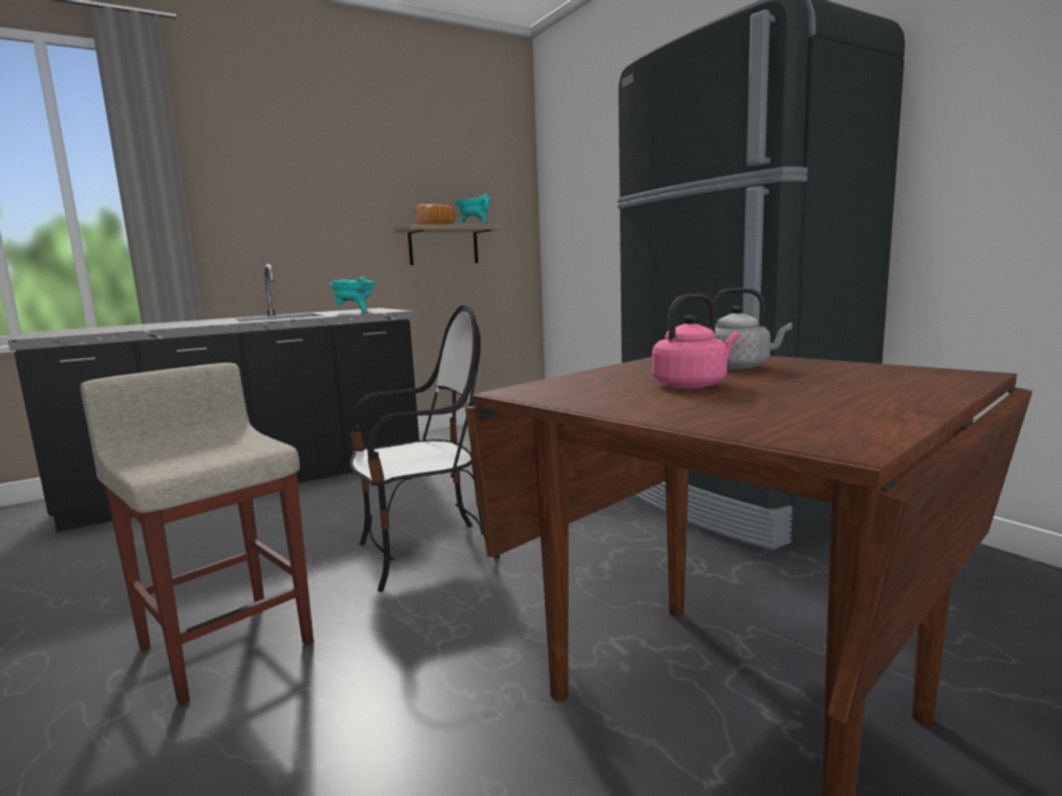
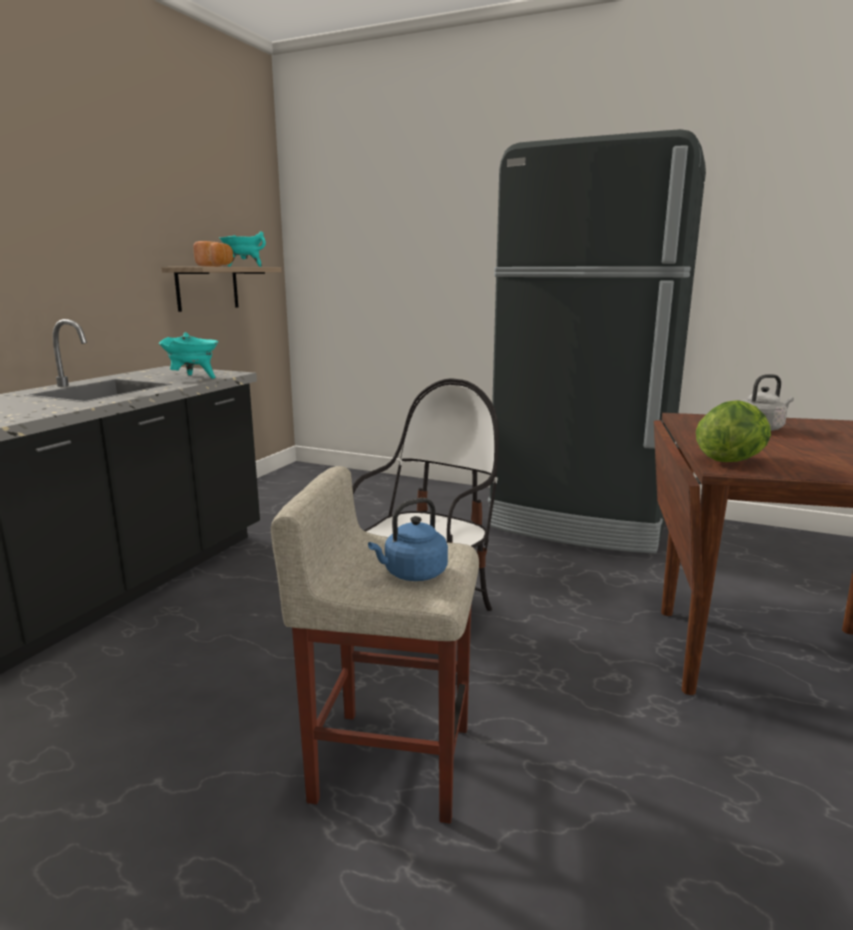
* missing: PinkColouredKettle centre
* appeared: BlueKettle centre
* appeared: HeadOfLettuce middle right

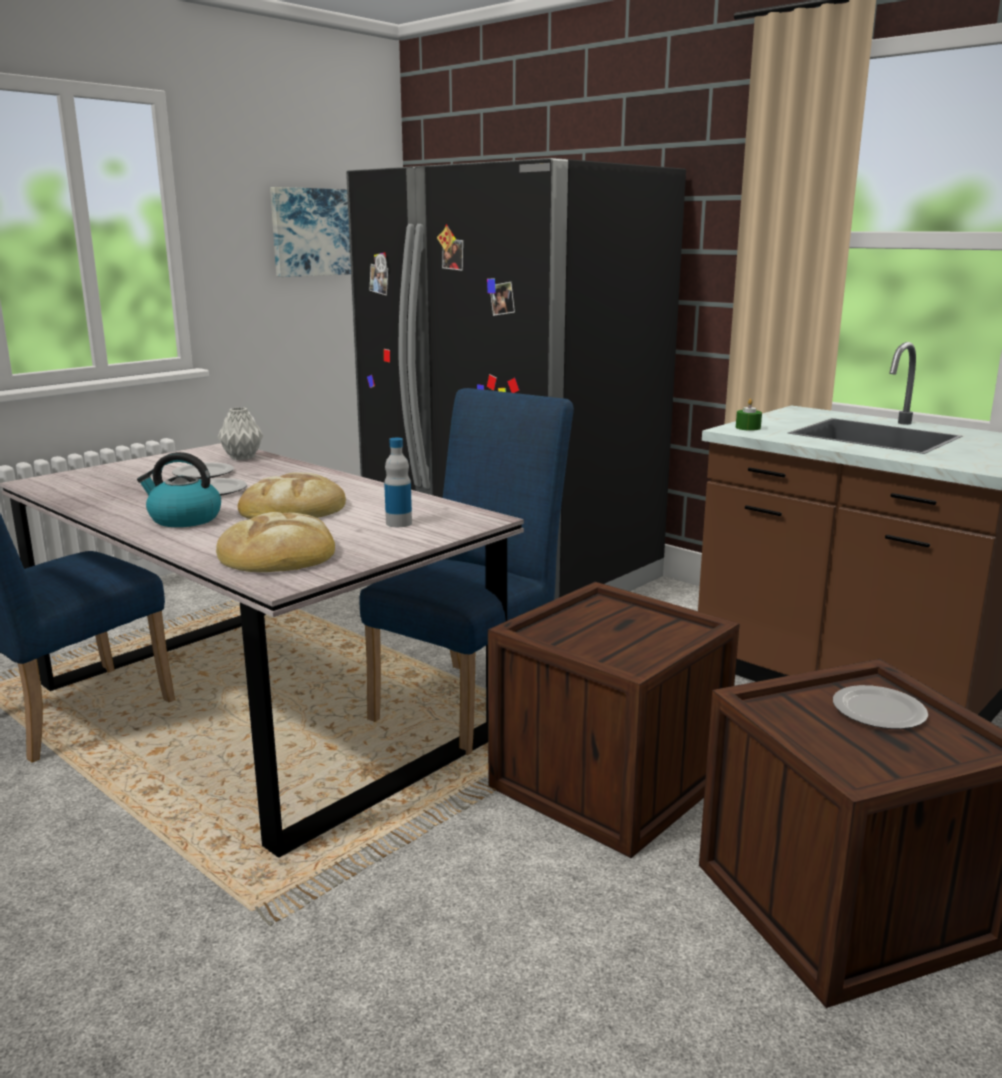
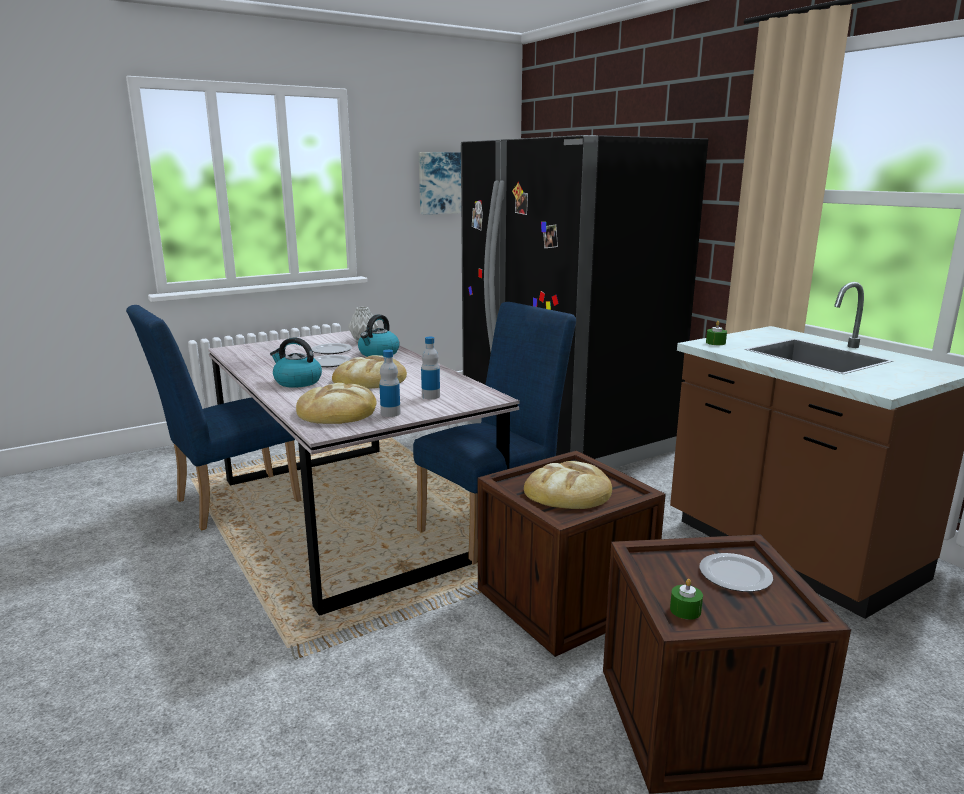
* appeared: Kettle (no. 2 from left) centre
* appeared: Bottle (no. 1 from left) centre
* appeared: Bread (no. 3 from left) centre
* appeared: GreenishWaxCandle (no. 1 from left) bottom right

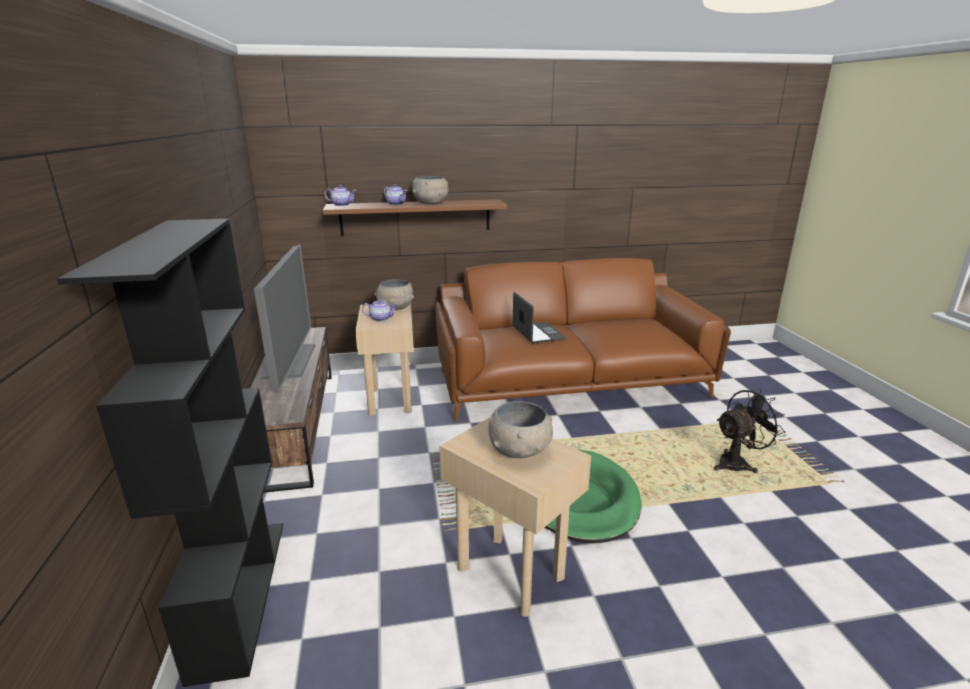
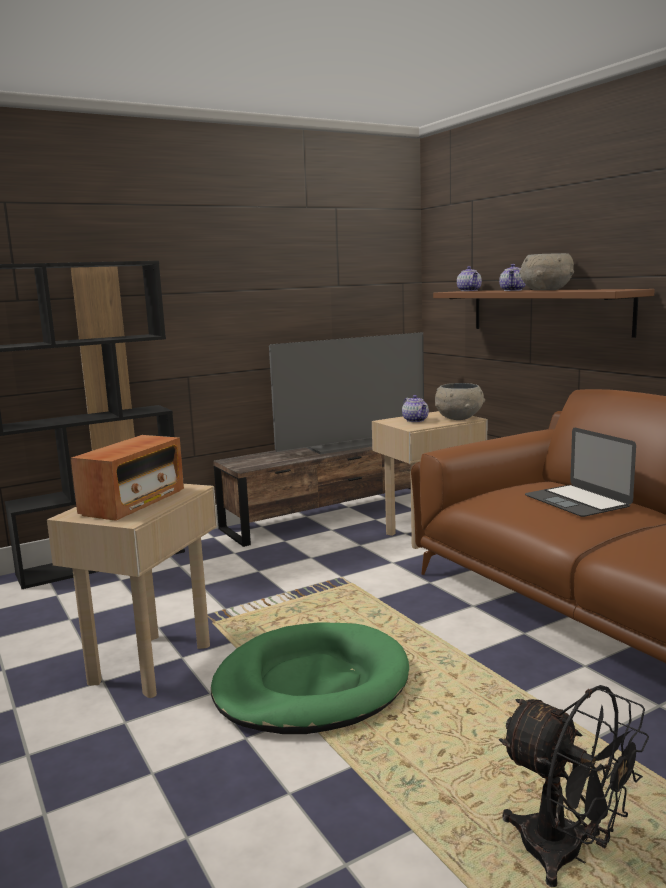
* exchanged: GreyishServingBowl (no. 3 from left) centre to RadioSet middle left
* spun: NotebookComputer centre = middle right 105 degrees clockwise

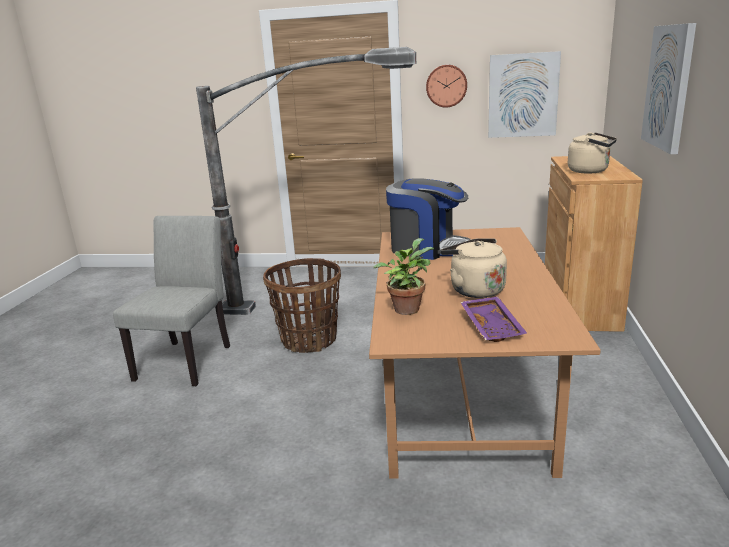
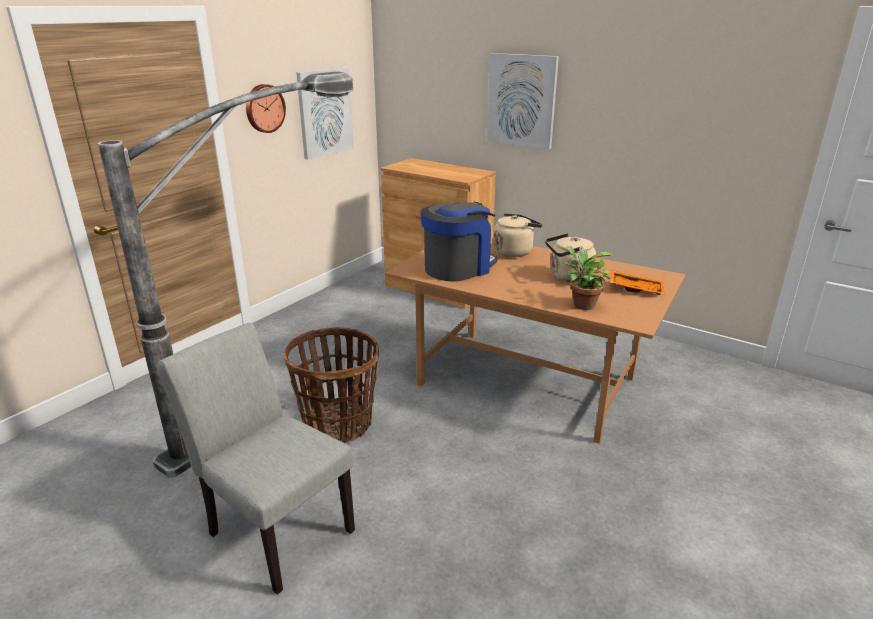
* colour: PurpleColouredTray middle right to OrangeTray middle right
* relocated: BeigeKettle (no. 2 from left in the first image) top right to BeigeKettle (no. 1 from left) centre

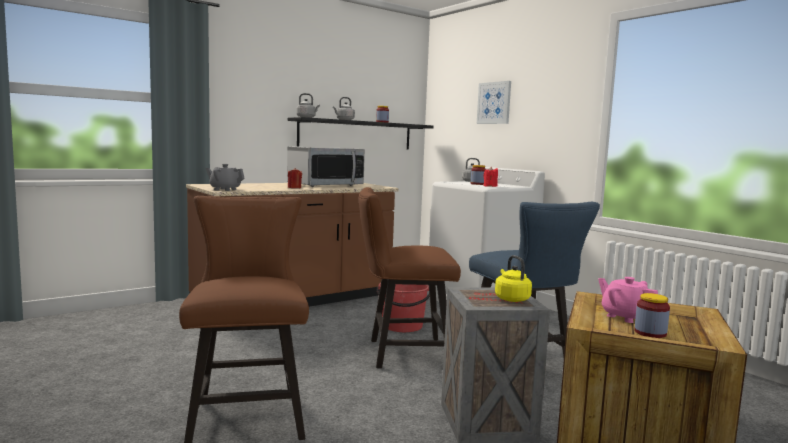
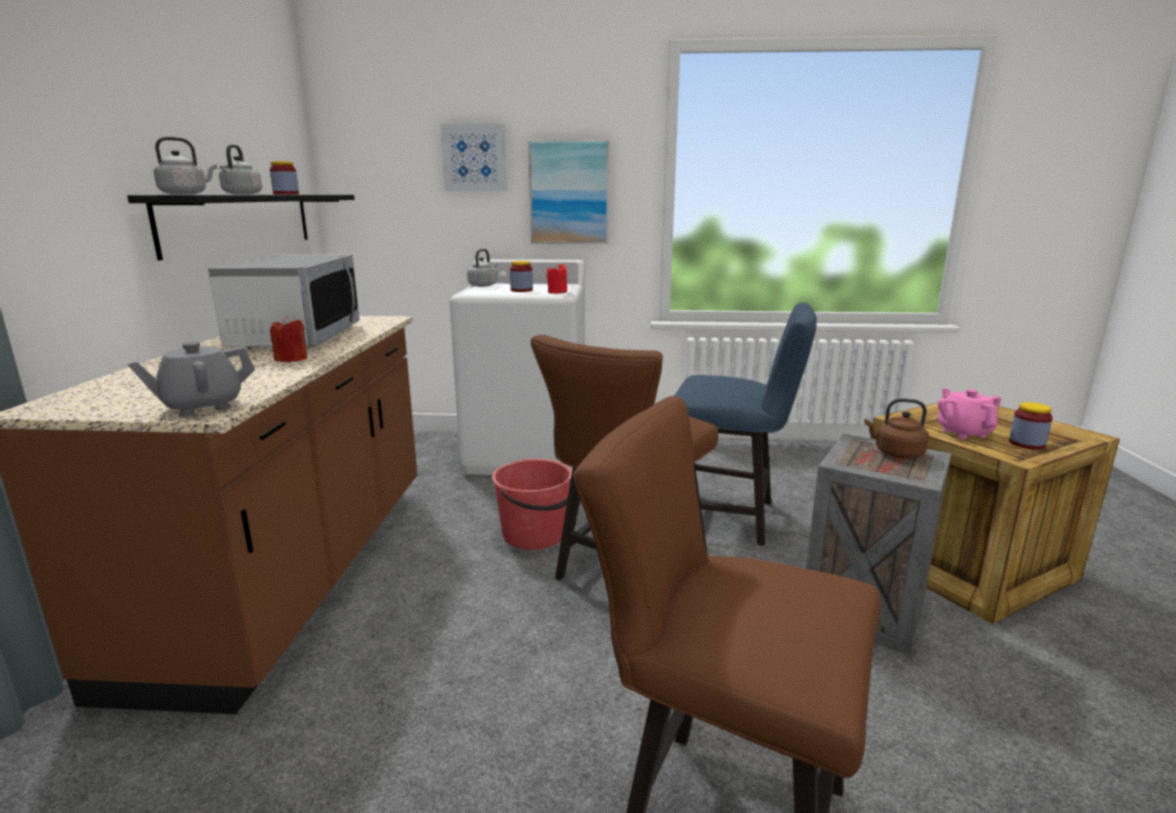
* colour: YellowColouredKettle centre to BrownKettle middle right
* spun: PinkColouredTeapot bottom right = middle right 75 degrees clockwise
* appeared: WallPicture (no. 2 from left) top centre

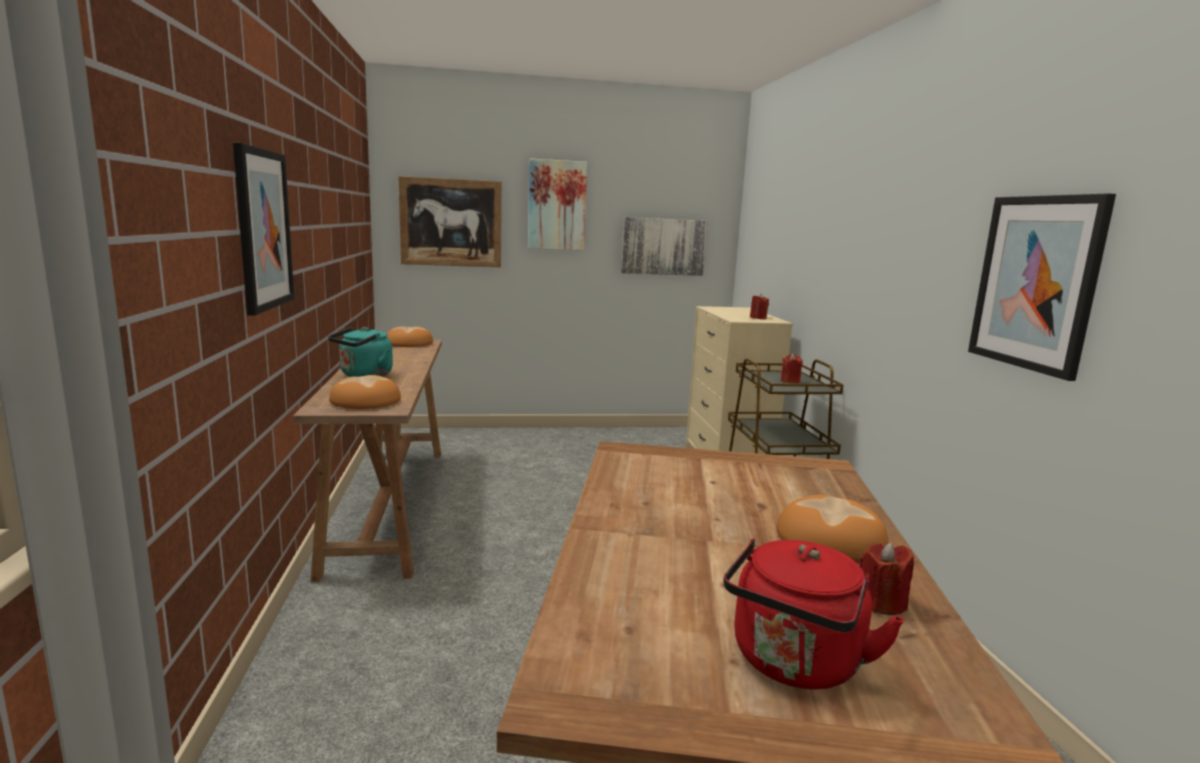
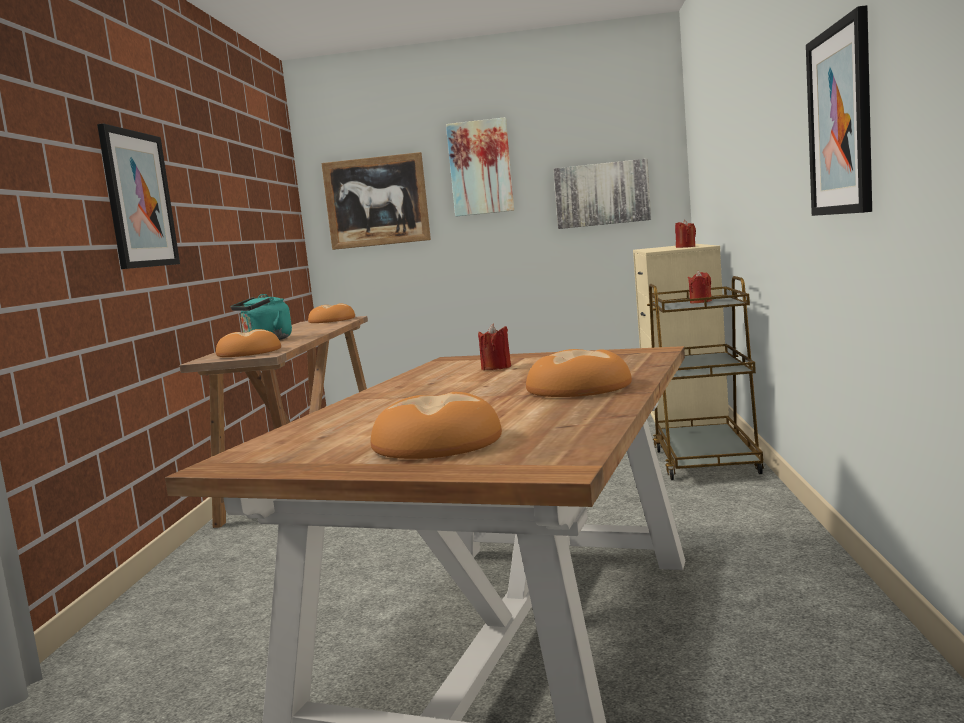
* exchanged: ReddishKettle bottom right to Bread (no. 3 from left) centre
* relocated: ReddishWaxCandle (no. 3 from left in the first image) bottom right to ReddishWaxCandle (no. 1 from left) centre

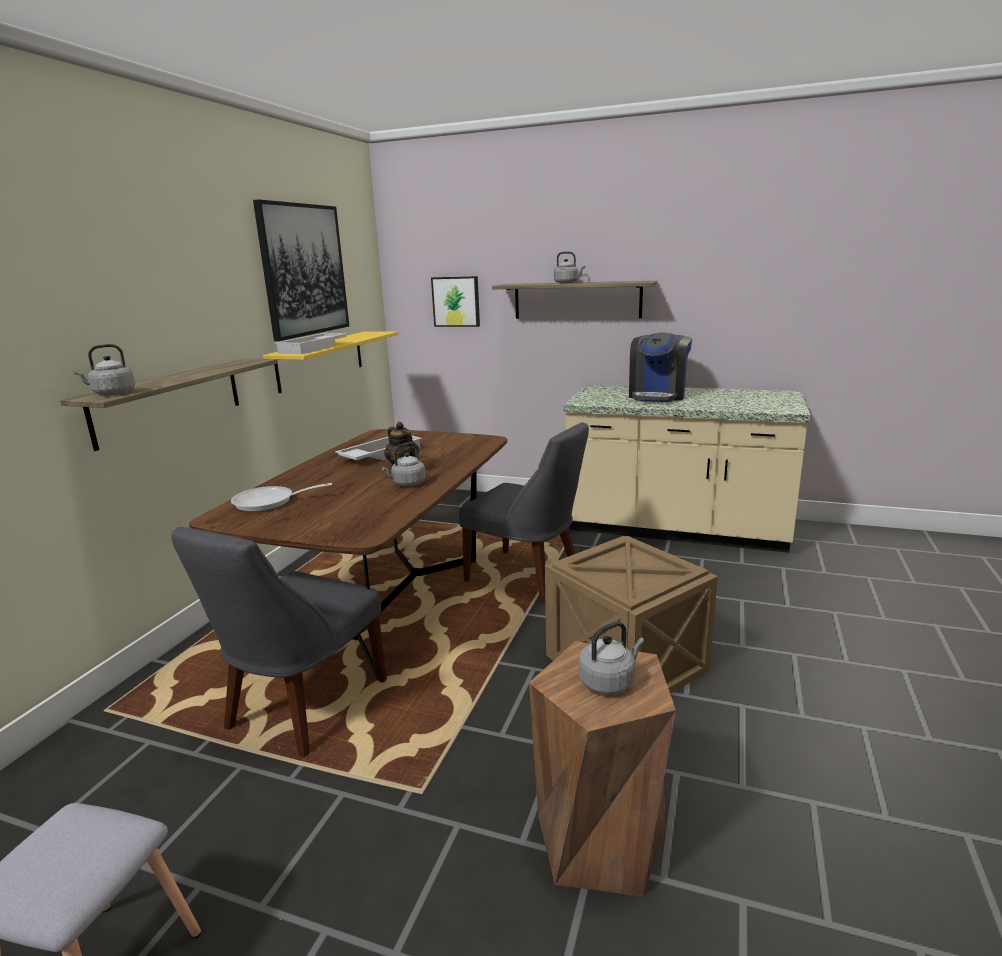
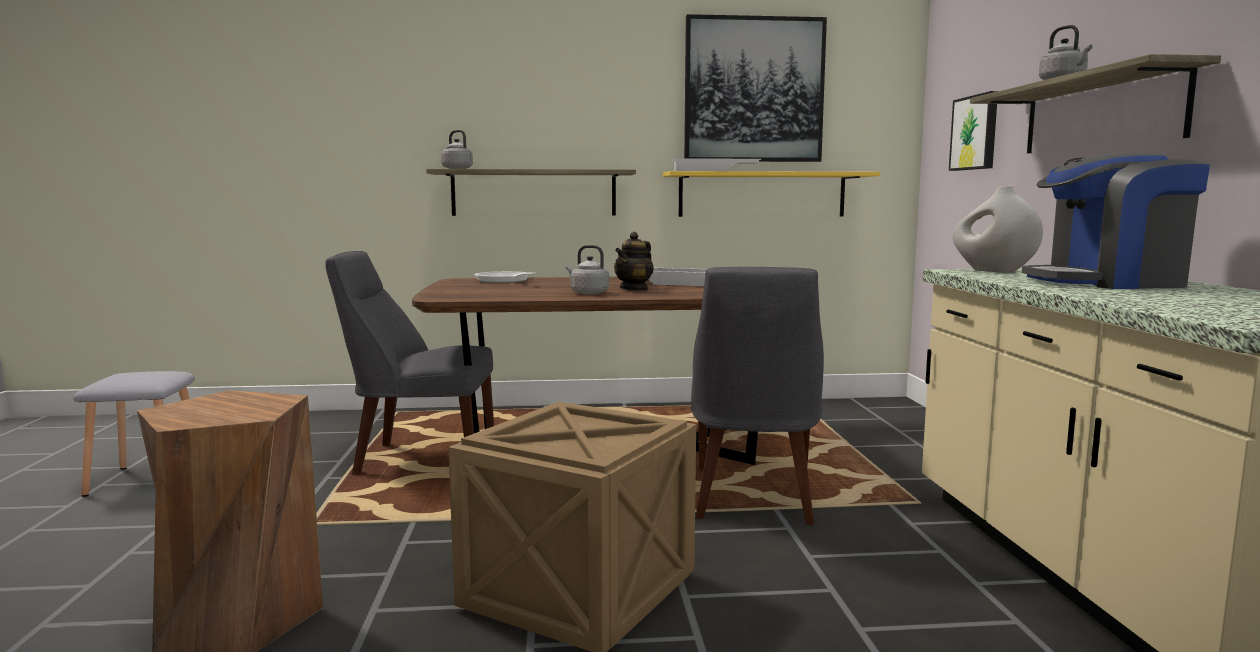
* missing: GreyishKettle (no. 4 from left) bottom centre
* appeared: WhitishVase middle right

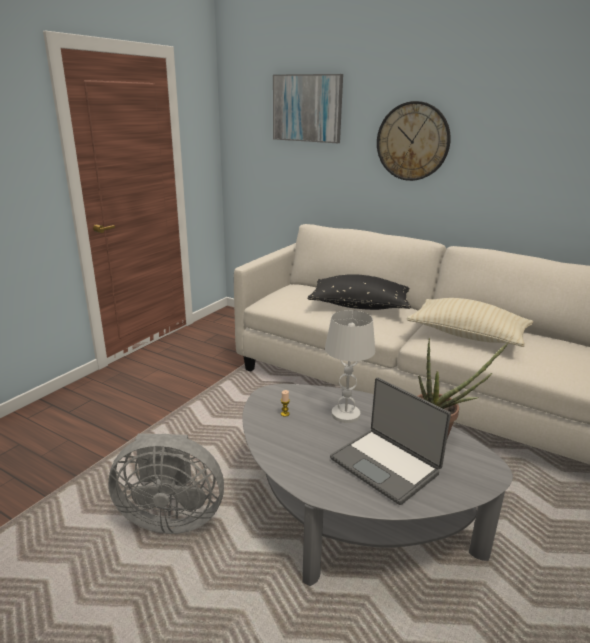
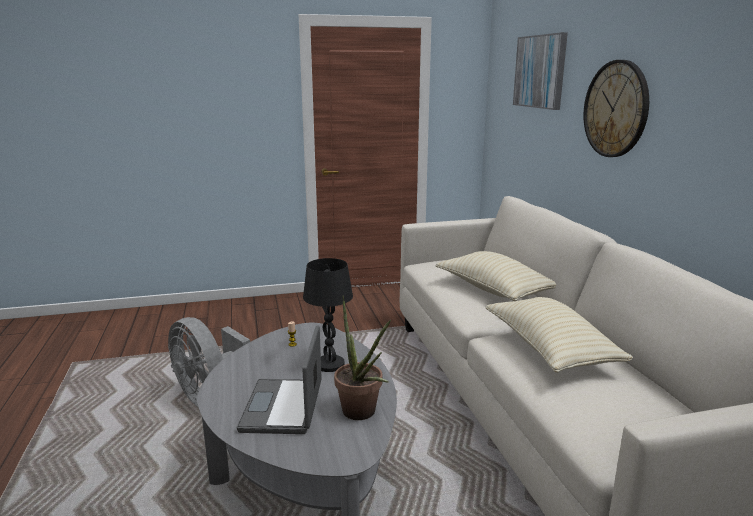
* colour: BlackishPillow centre to BeigePillow (no. 1 from left) centre
* colour: WhitishLampForATable centre to BlackishLampForATable centre

